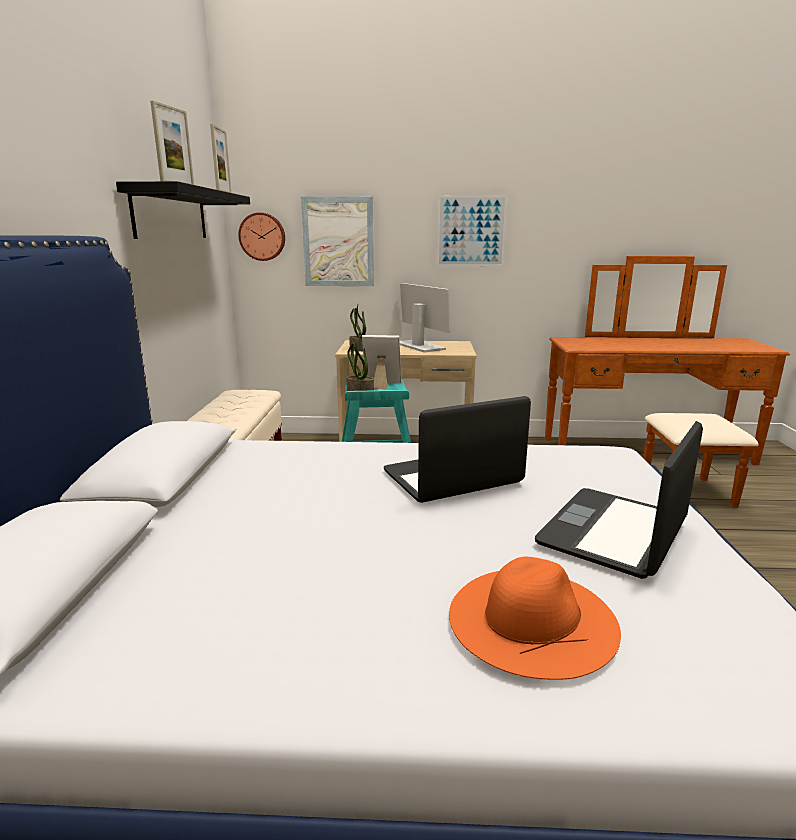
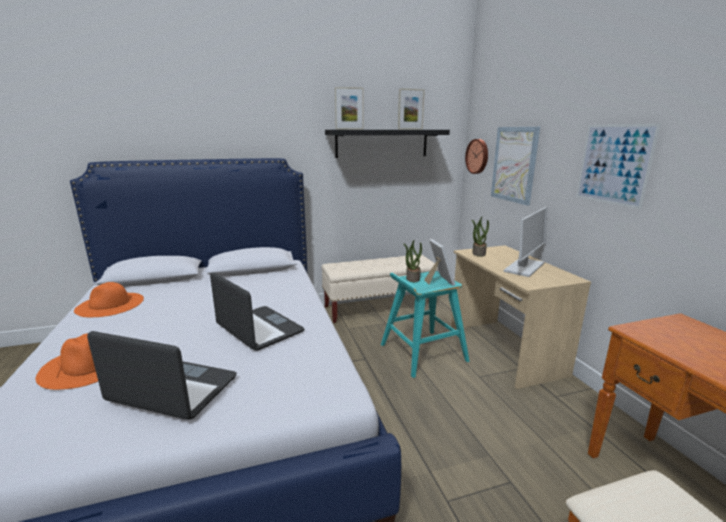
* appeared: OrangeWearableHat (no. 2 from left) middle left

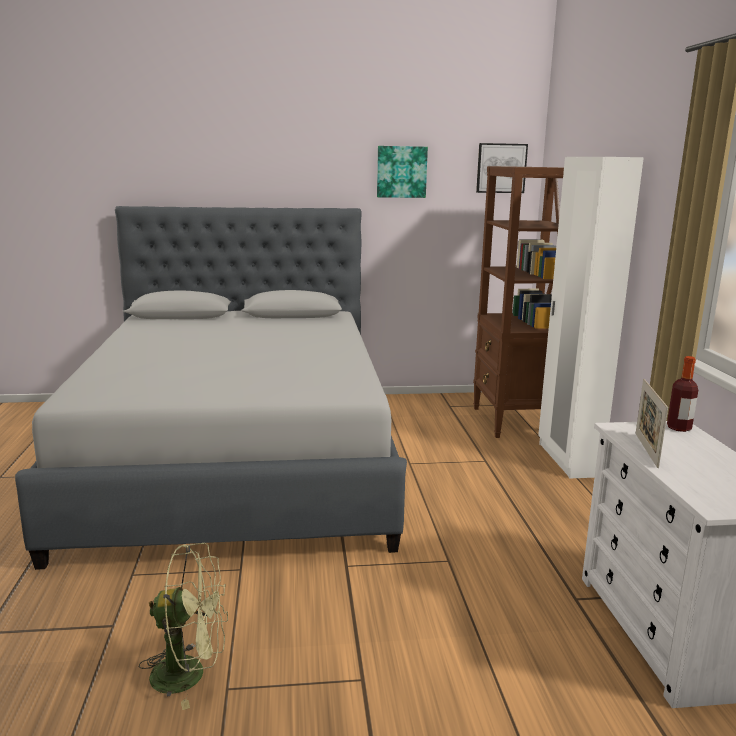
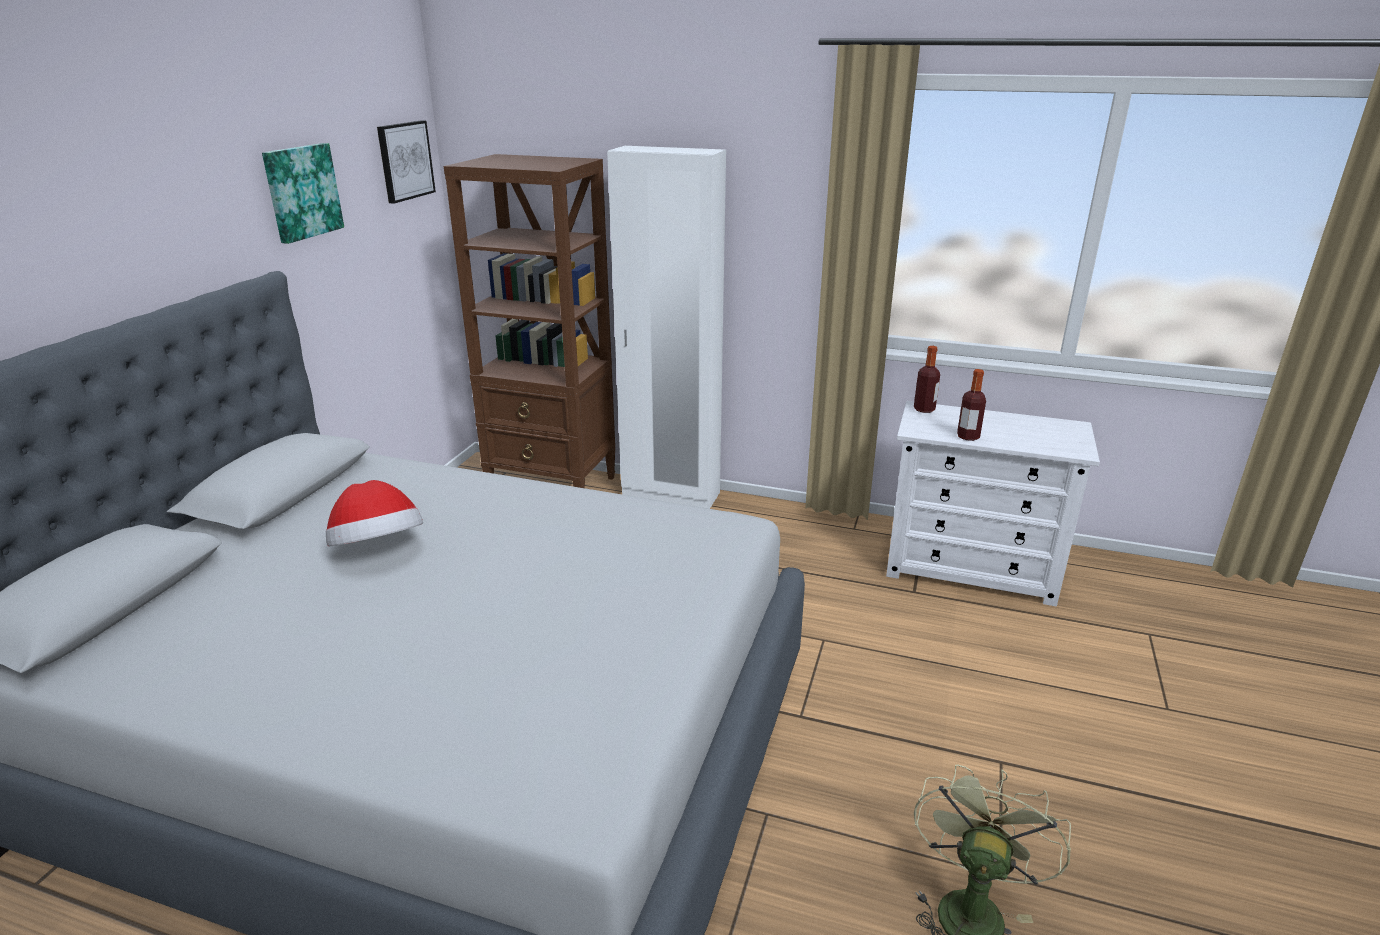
* exchanged: PhotoFrame middle right to Bottle (no. 2 from left) middle right
* appeared: WearableHat middle left

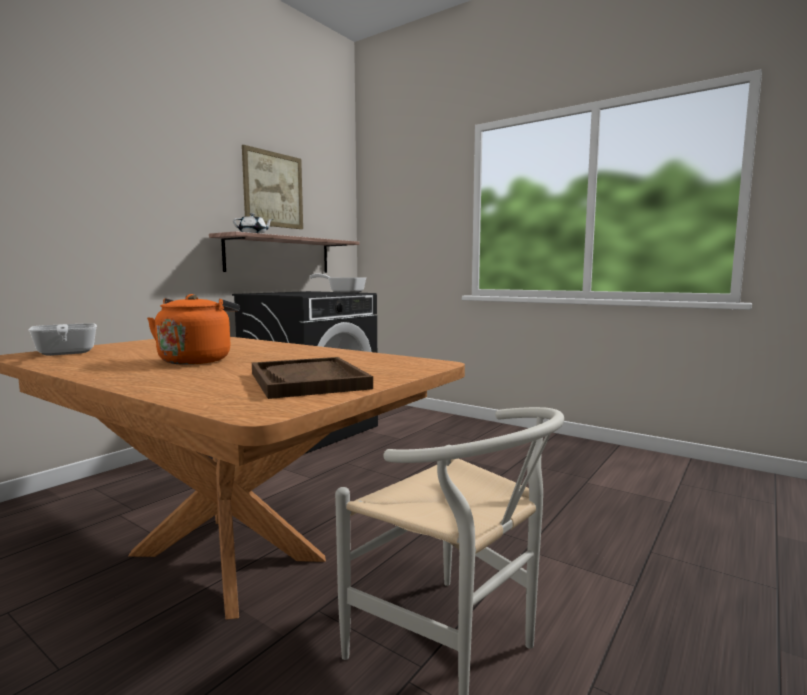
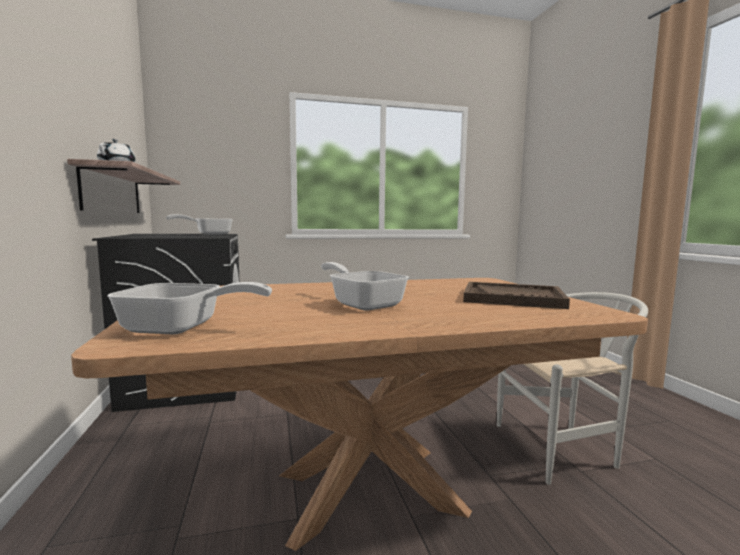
* exchanged: OrangeKettle middle left to FryingPan (no. 3 from left) centre
* missing: WallPicture top centre

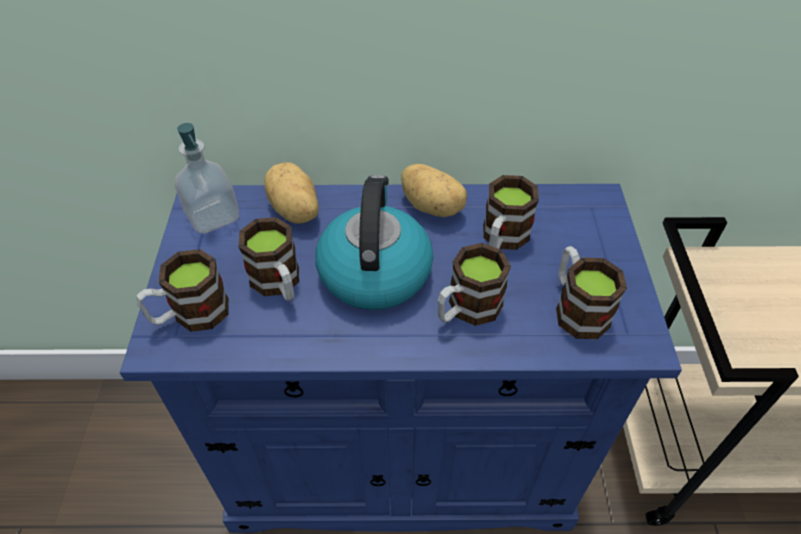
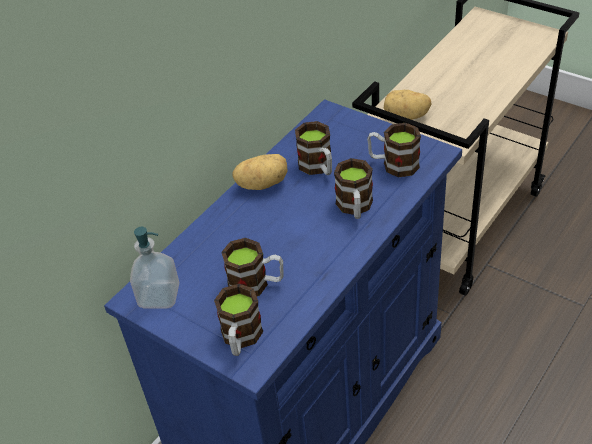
* relocated: Spud (no. 1 from left in the first image) centre to Spud (no. 2 from left) top right
* missing: Kettle centre

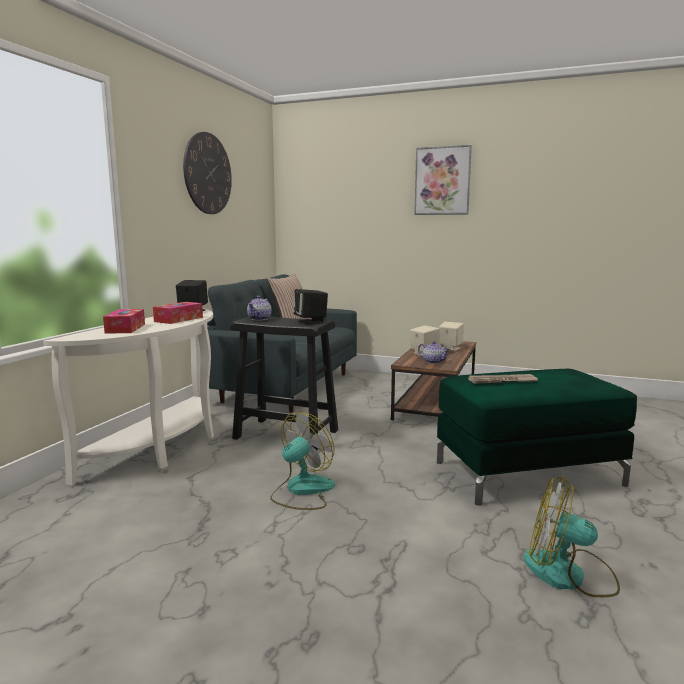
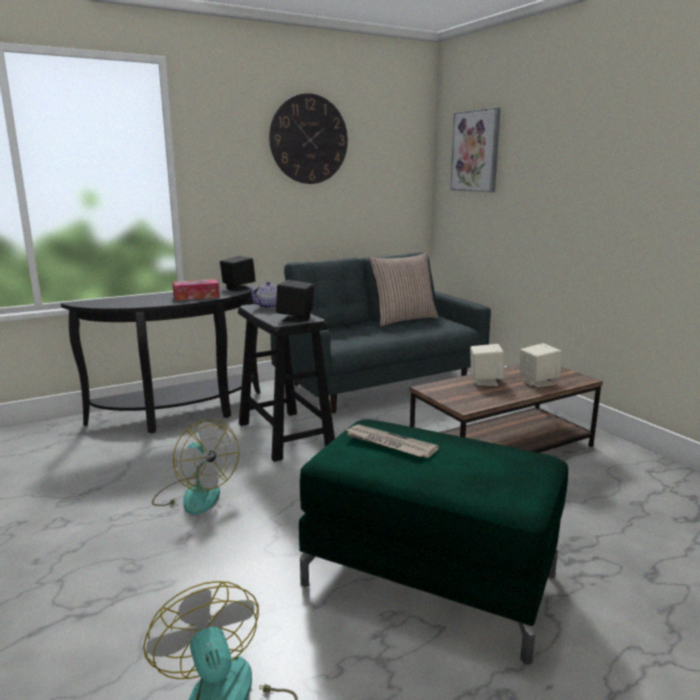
* colour: WhitishHallTable middle left to BlackishHallTable middle left
* missing: BoxOfTissues (no. 1 from left) middle left
* spun: Fan (no. 1 from left) bottom centre = bottom left 60 degrees clockwise
* relocated: WallPicture top centre to top right
* missing: Teapot (no. 2 from left) centre

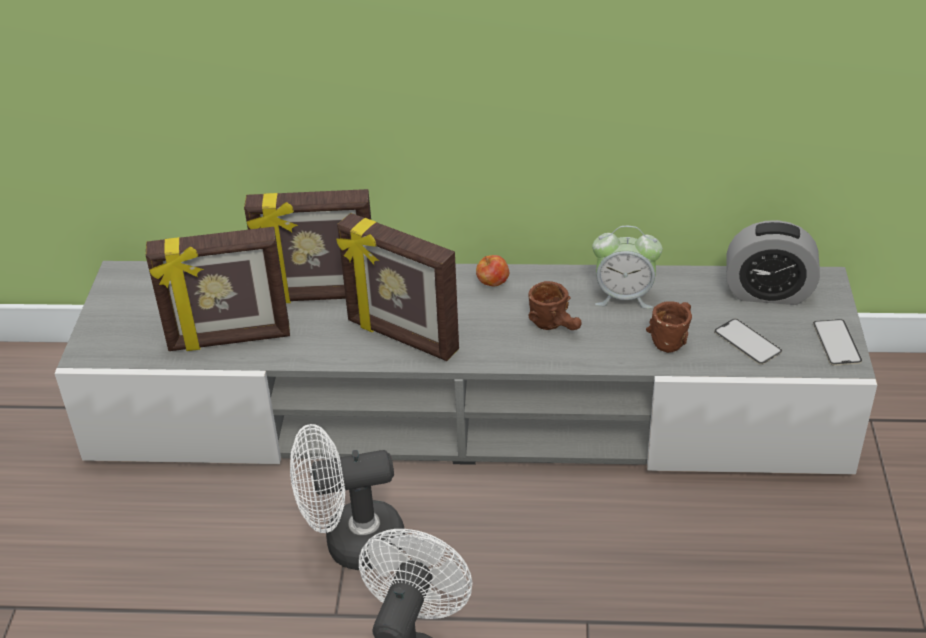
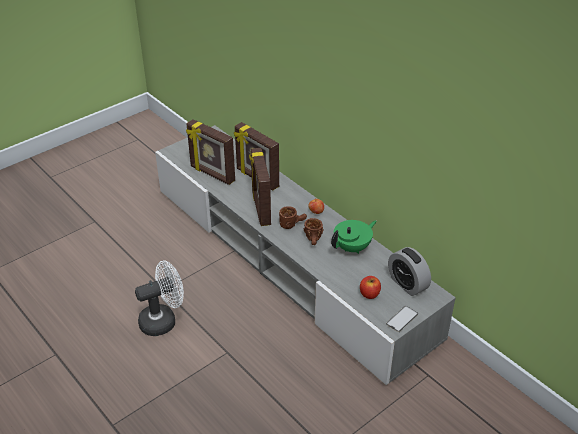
* missing: WhitishFan (no. 1 from left) bottom centre
* exchanged: BedsideClock (no. 1 from left) middle right to GreenishTeapot centre
* relocated: BrownMug (no. 2 from left in the first image) middle right to BrownMug (no. 1 from left) centre
* exchanged: Handset (no. 1 from left) middle right to AppleFruit (no. 2 from left) centre

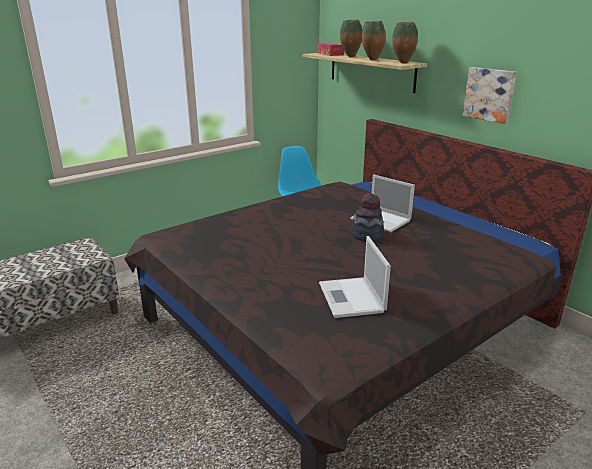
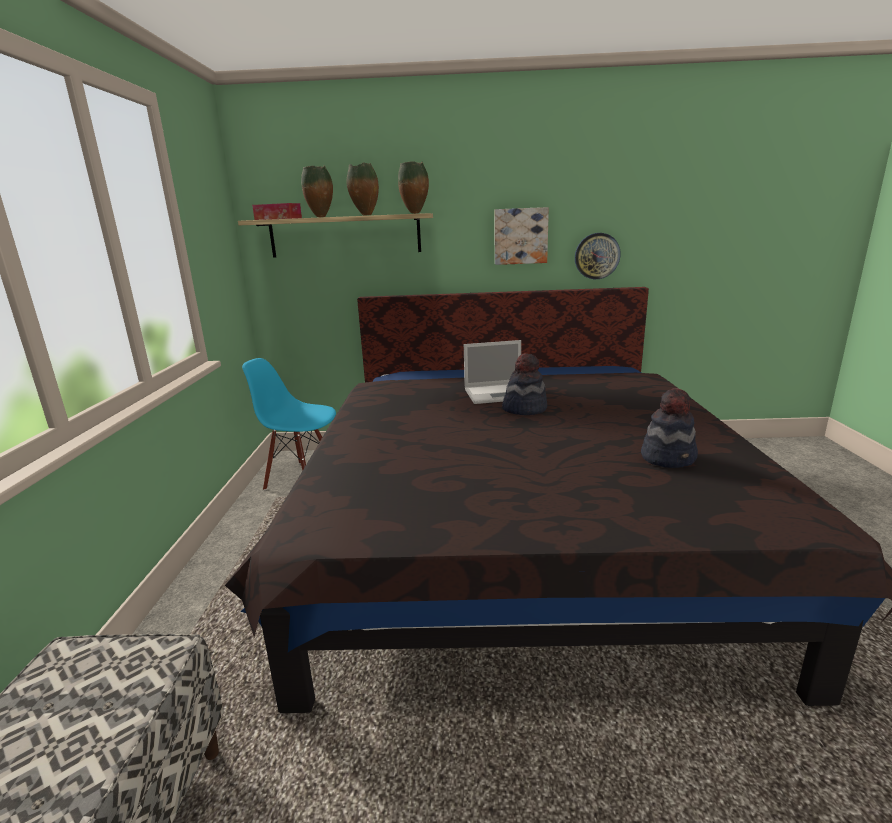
* exchanged: NotebookComputer (no. 1 from left) centre to WearableHat (no. 2 from left) middle right
* appeared: WallClock top right

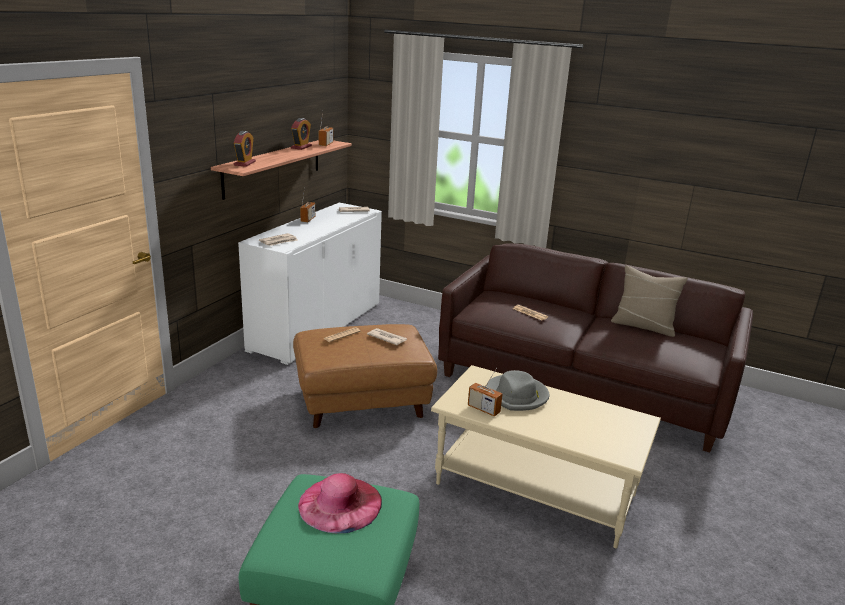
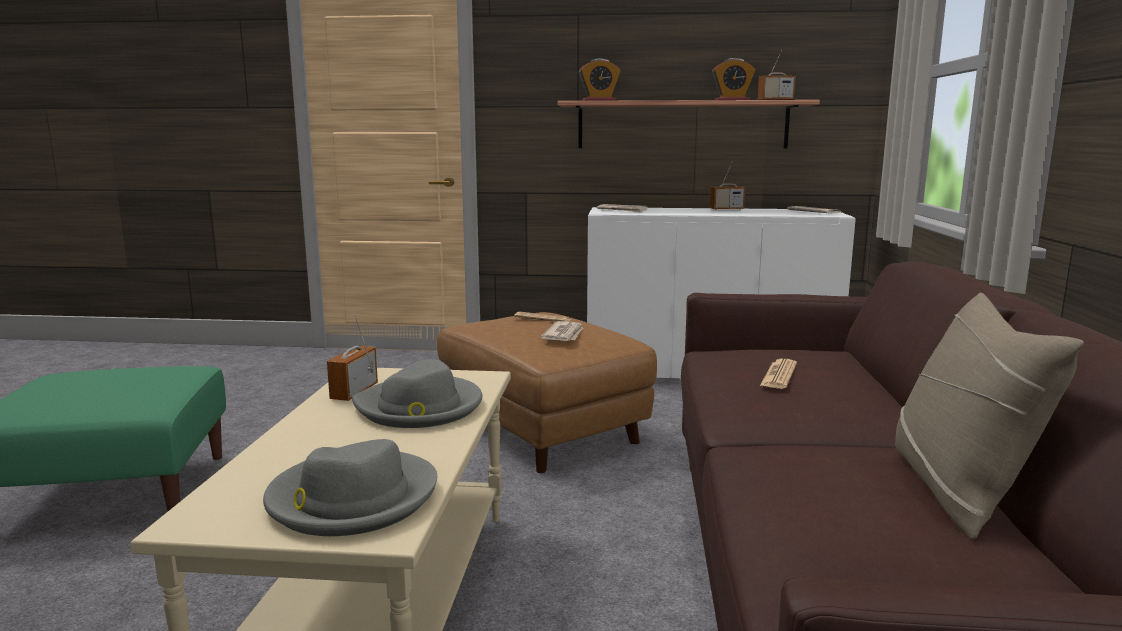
* missing: PinkColouredWearableHat bottom centre
* appeared: GreyishWearableHat (no. 1 from left) bottom left

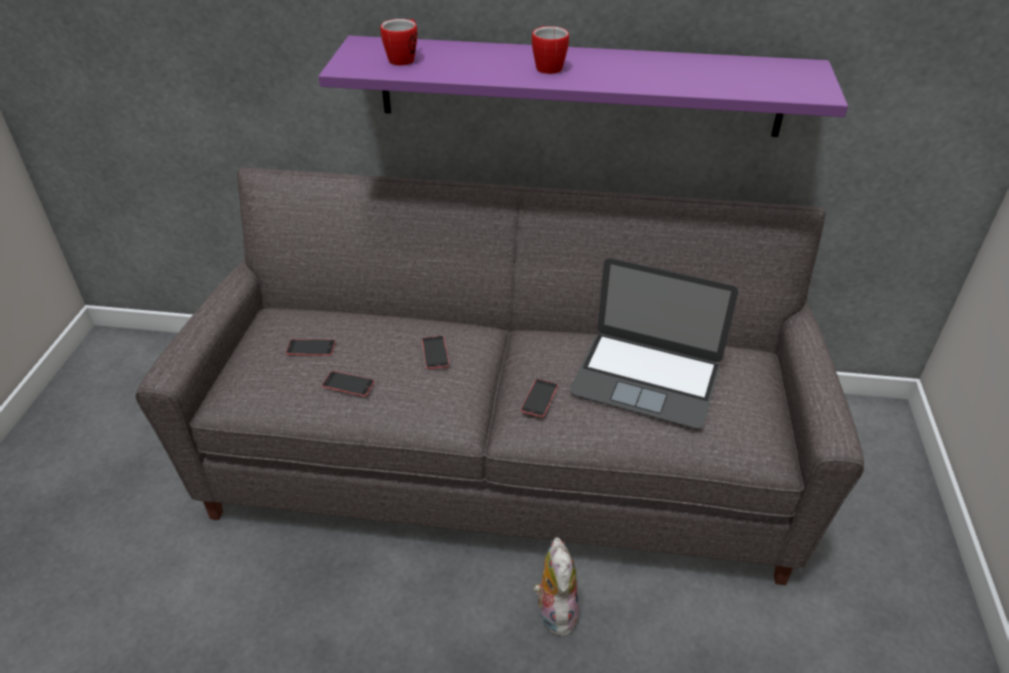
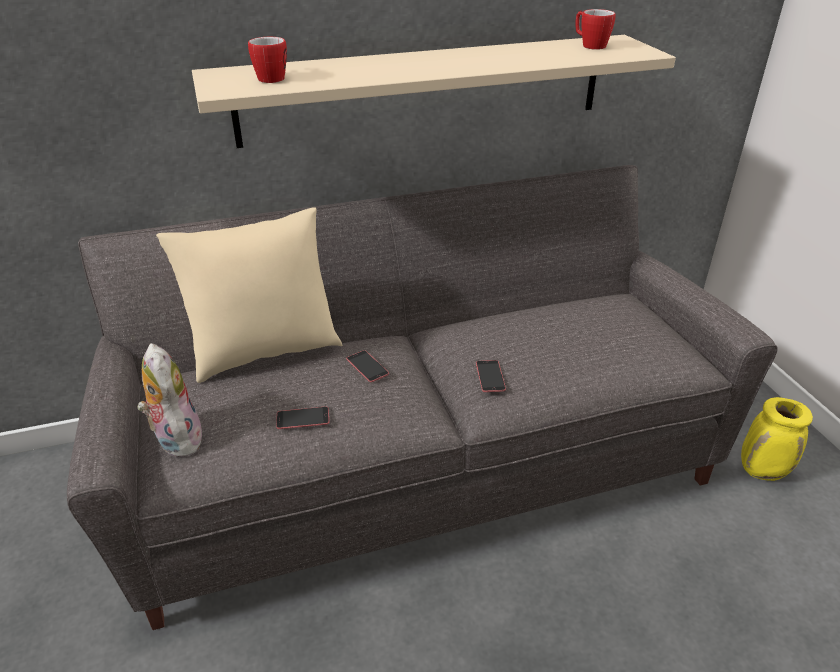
* missing: Handset (no. 1 from left) middle left
* colour: PurpleColouredShelf top centre to BeigeShelf top centre
* relocated: Mug (no. 2 from left) top centre to top right
* relocated: PlushToy bottom centre to middle left
* missing: NotebookComputer centre
* appeared: BeigePillow middle left
* appeared: YellowColouredVase middle right

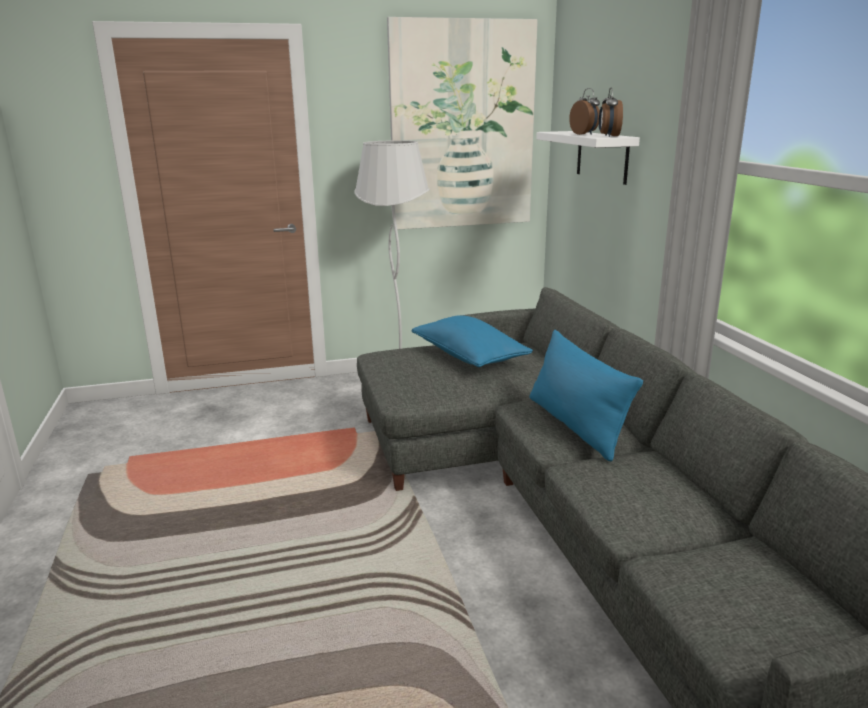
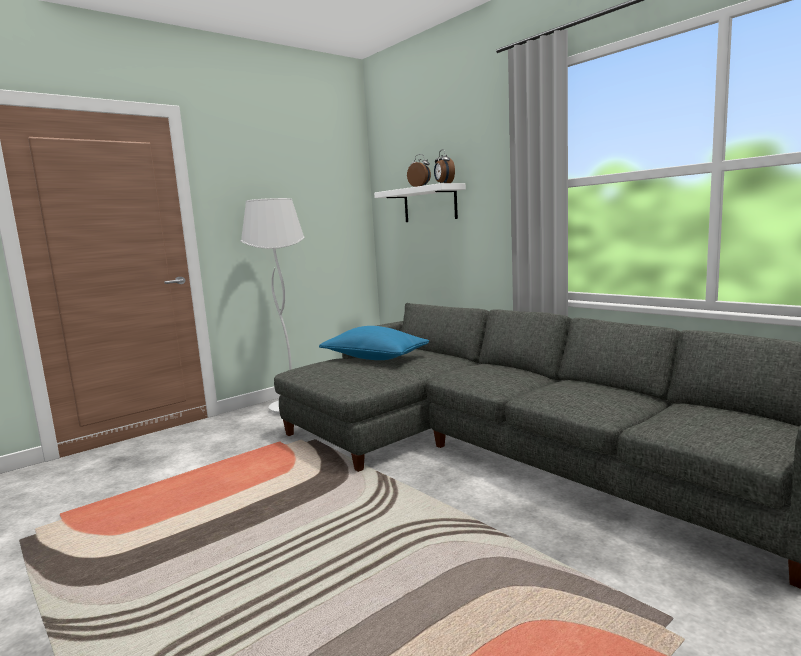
* missing: WallPicture top centre
* missing: BluePillow (no. 2 from left) middle right

